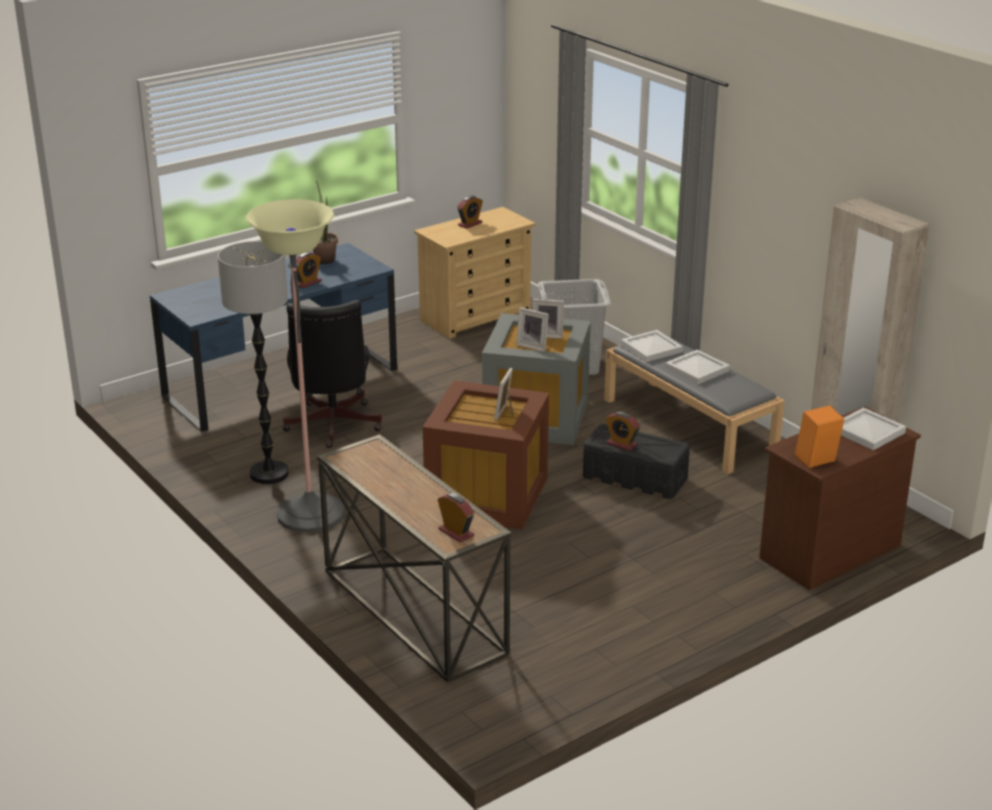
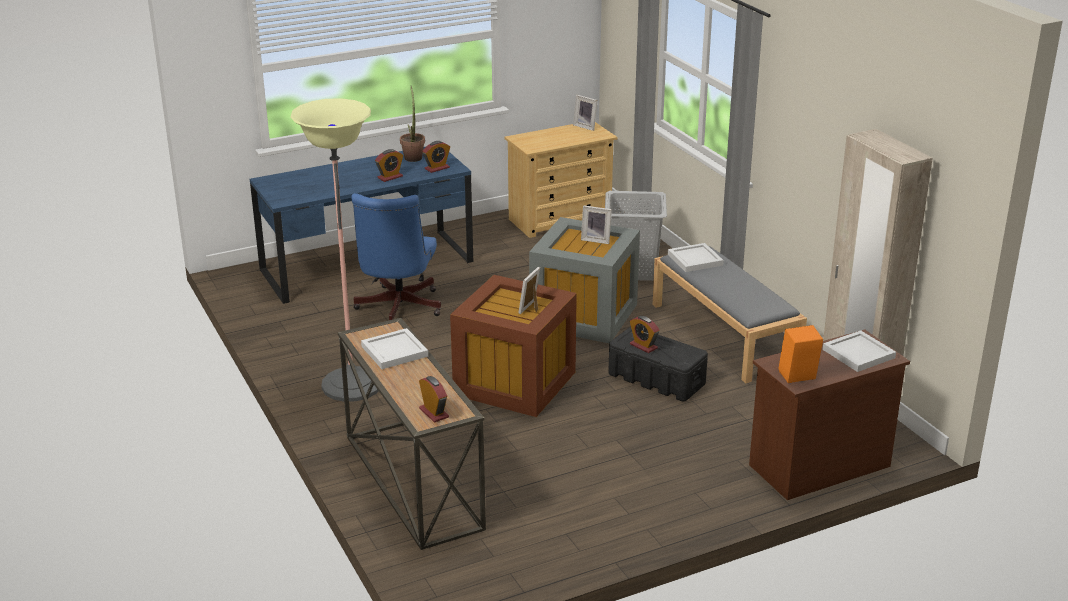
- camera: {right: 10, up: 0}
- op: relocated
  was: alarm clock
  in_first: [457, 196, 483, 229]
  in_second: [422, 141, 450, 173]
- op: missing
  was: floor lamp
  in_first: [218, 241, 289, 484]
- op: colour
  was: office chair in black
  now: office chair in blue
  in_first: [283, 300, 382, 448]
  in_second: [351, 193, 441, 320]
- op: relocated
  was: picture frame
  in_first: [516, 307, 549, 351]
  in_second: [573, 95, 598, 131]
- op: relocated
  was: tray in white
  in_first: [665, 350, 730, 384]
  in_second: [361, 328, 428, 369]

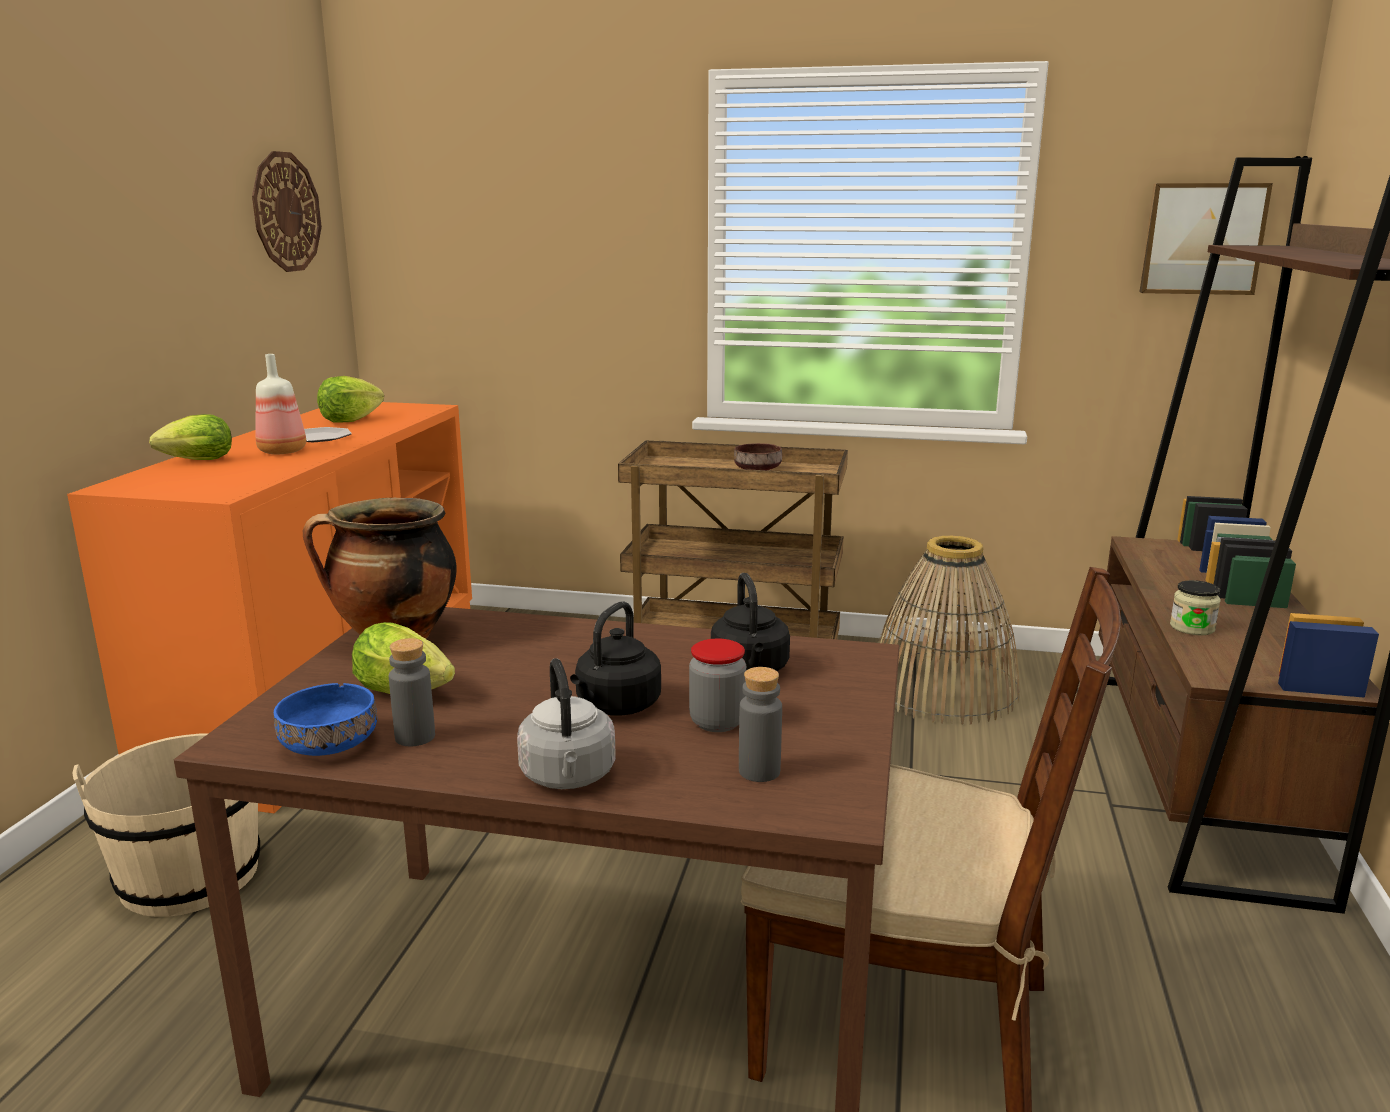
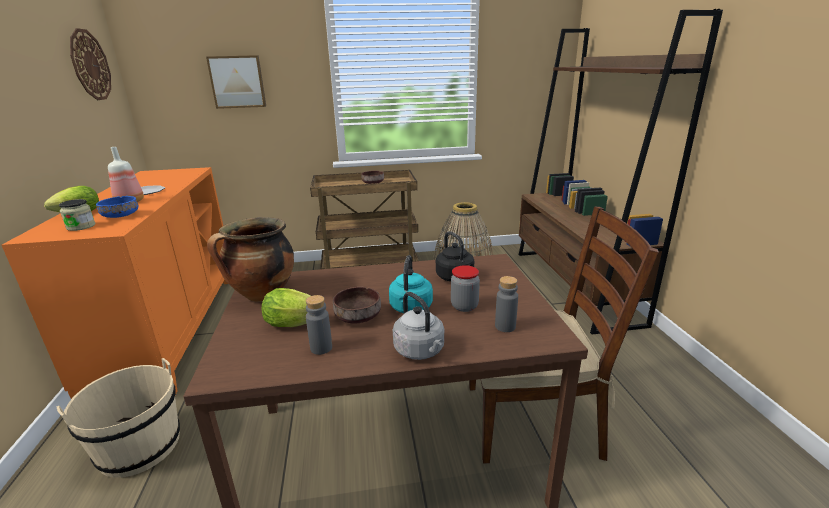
- camera: {right: -20, up: 5}
- op: relocated
  was: picture
  in_first: [1139, 183, 1273, 295]
  in_second: [206, 55, 266, 109]
- op: missing
  was: lettuce
  in_first: [317, 376, 384, 423]
- op: relocated
  was: jar
  in_first: [1170, 580, 1221, 635]
  in_second: [59, 199, 95, 231]
- op: colour
  was: kettle in black
  now: kettle in turquoise
  in_first: [570, 601, 661, 716]
  in_second: [389, 255, 433, 313]
- op: relocated
  was: bowl in blue
  in_first: [274, 683, 377, 756]
  in_second: [96, 196, 138, 218]
- op: appeared
  now: bowl in brown
  in_second: [333, 287, 381, 323]

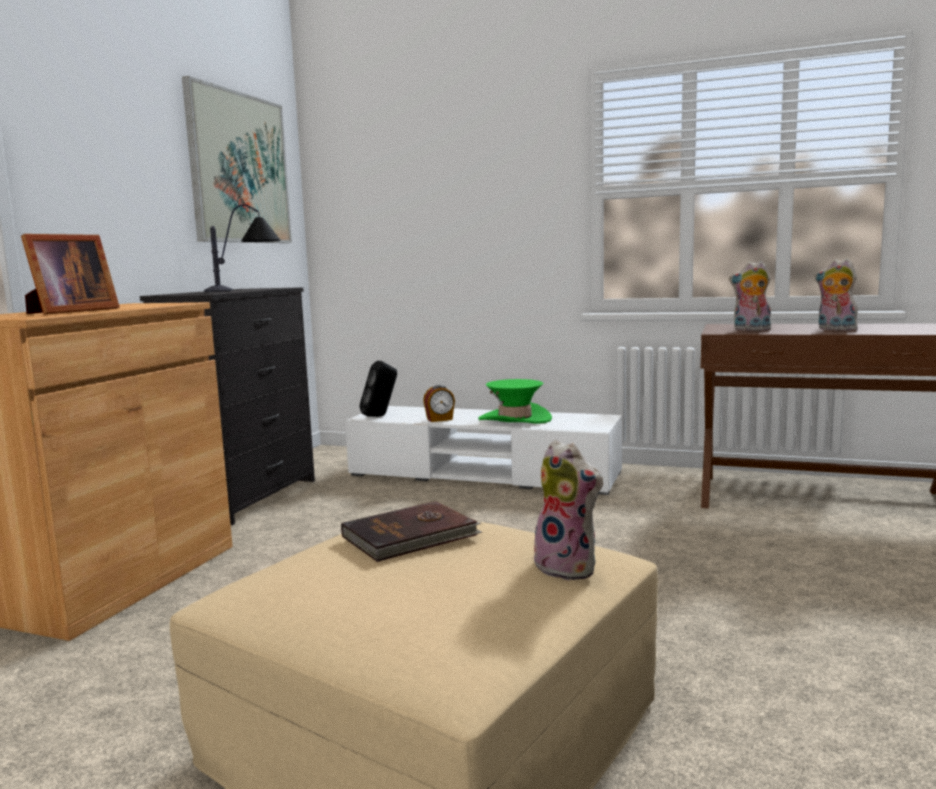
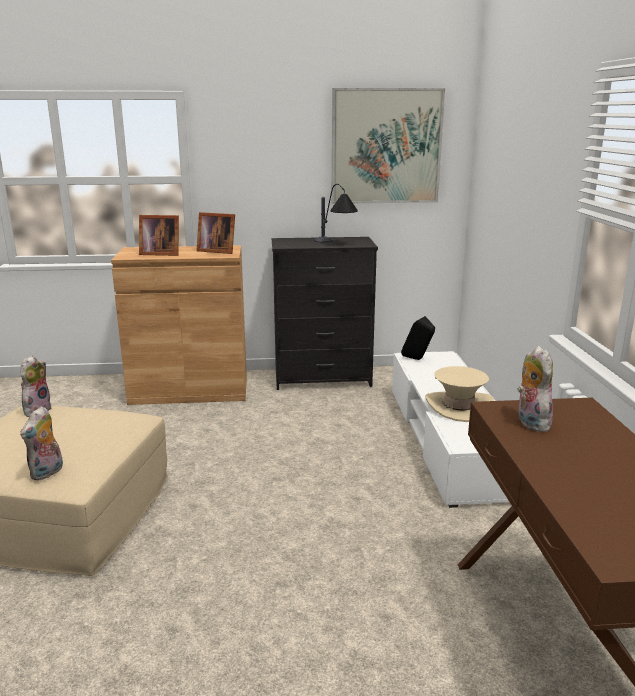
- camera: {right: 65, up: 10}
- op: relocated
  was: plush toy
  in_first: [815, 258, 860, 331]
  in_second: [20, 355, 52, 417]
- op: colour
  was: hat in green
  now: hat in beige
  in_first: [479, 379, 552, 424]
  in_second: [425, 366, 494, 422]
- op: missing
  was: alarm clock
  in_first: [423, 385, 455, 422]
- op: missing
  was: book in brown
  in_first: [341, 501, 482, 562]
- op: appeared
  now: picture frame
  in_second: [196, 212, 235, 254]

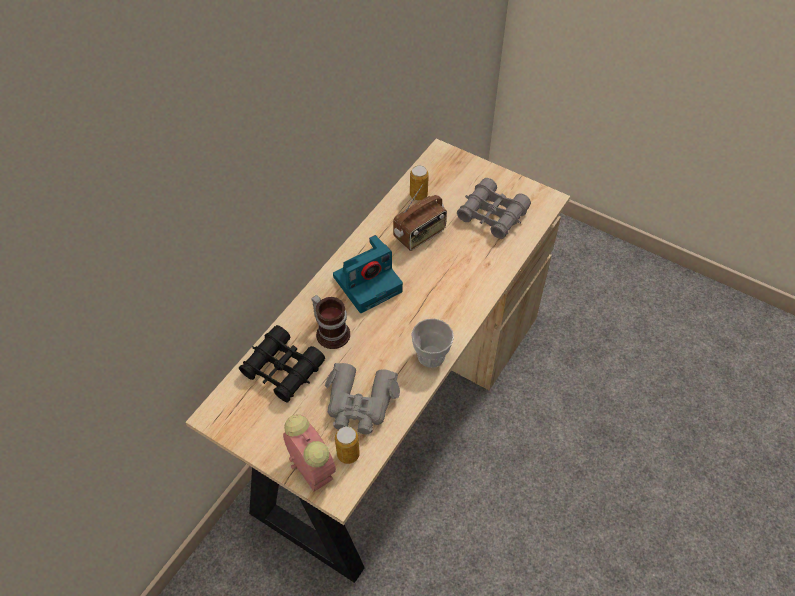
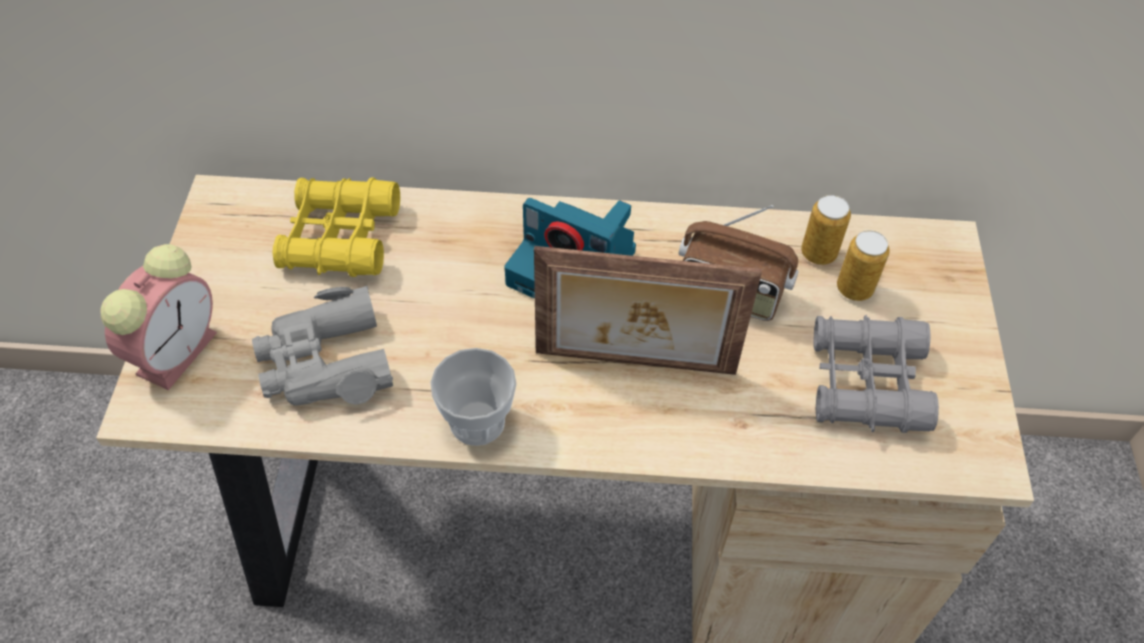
- camera: {right: 60, up: 0}
- op: missing
  was: mug
  in_first: [311, 295, 350, 349]
- op: colour
  was: binoculars in black
  now: binoculars in yellow
  in_first: [239, 325, 325, 402]
  in_second: [273, 177, 400, 277]
- op: relocated
  was: can
  in_first: [335, 426, 360, 464]
  in_second: [837, 230, 890, 301]
- op: appeared
  now: picture frame
  in_second: [534, 246, 762, 375]

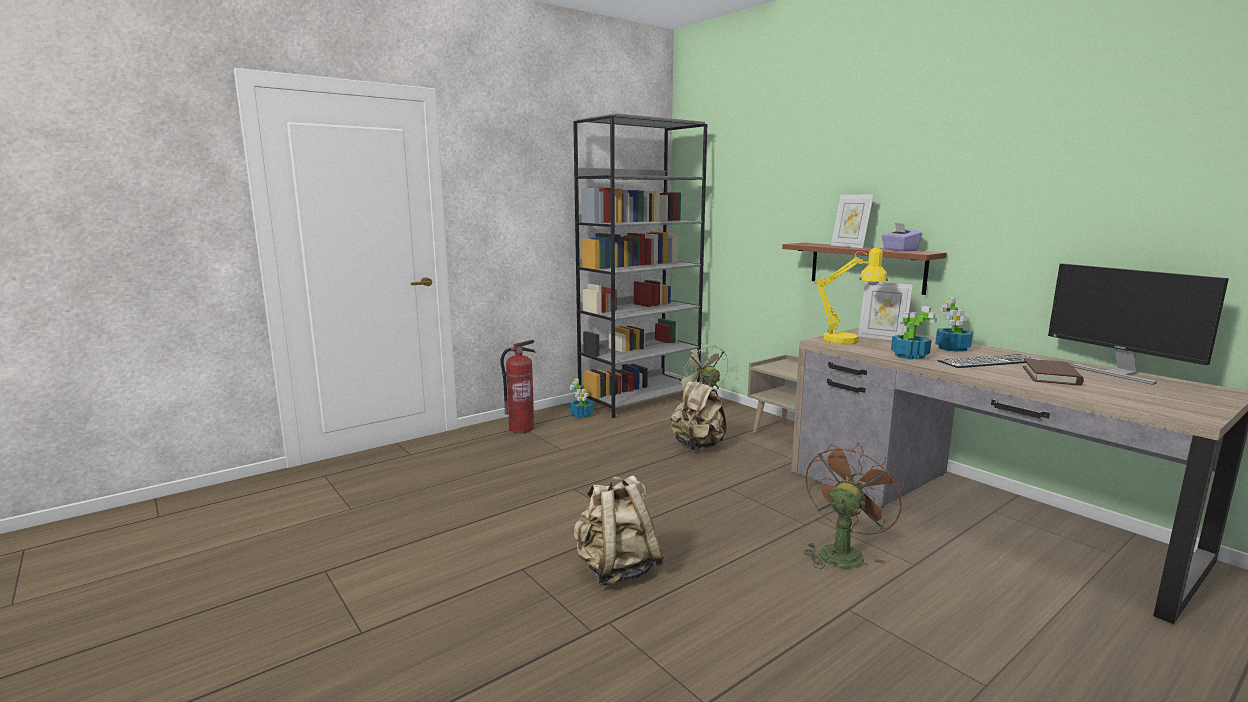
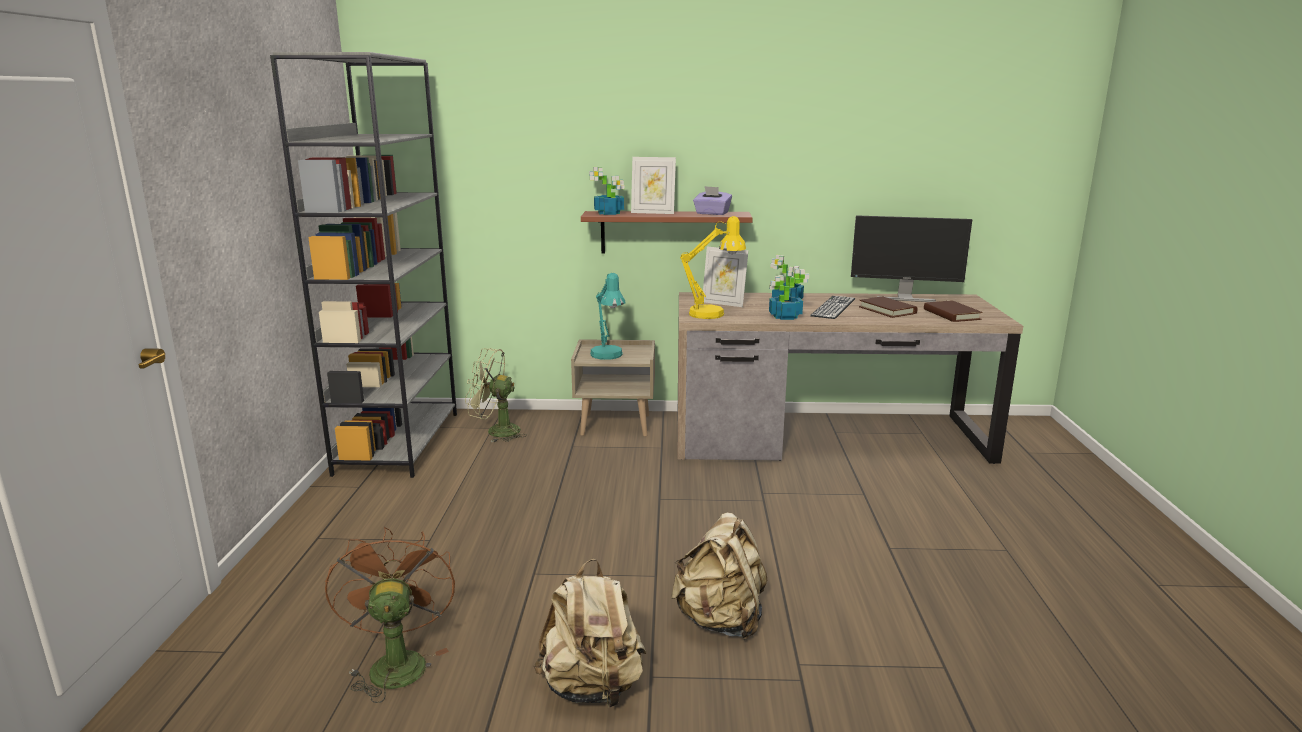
- camera: {right: -50, up: 5}
- op: spun
  was: picture frame
  in_first: [858, 281, 913, 340]
  in_second: [702, 246, 748, 307]
  clockwise: 45
- op: missing
  was: fire extinguisher
  in_first: [500, 340, 536, 433]
- op: relocated
  was: backpack in beige
  in_first: [671, 376, 727, 450]
  in_second: [533, 559, 647, 709]
- op: relocated
  was: potted plant
  in_first: [570, 378, 593, 418]
  in_second: [589, 167, 624, 215]
- op: relocated
  was: fan in brown
  in_first: [804, 443, 904, 569]
  in_second: [325, 527, 455, 703]
- op: appeared
  now: table lamp in turquoise
  in_second: [590, 273, 626, 360]
- op: appeared
  now: book in brown
  in_second: [924, 301, 982, 322]

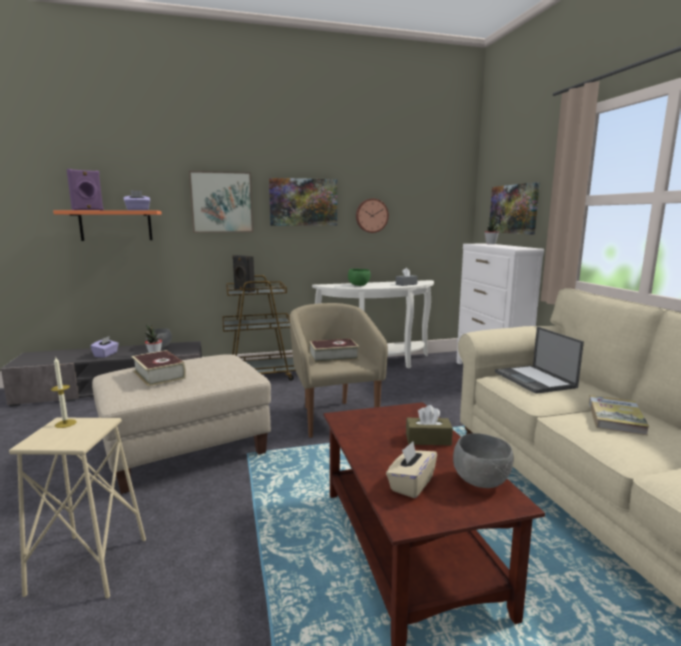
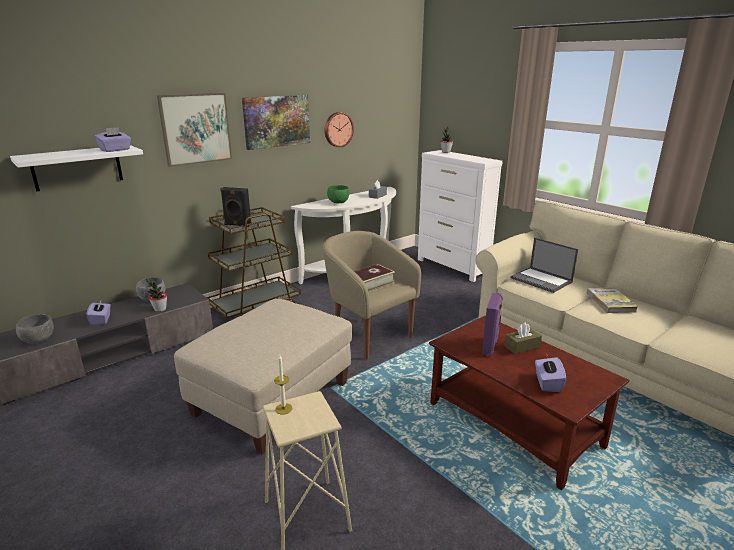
- camera: {right: -25, up: 10}
- op: relocated
  was: speaker in purple
  in_first: [67, 169, 104, 210]
  in_second: [482, 293, 503, 357]
- op: missing
  was: picture
  in_first: [489, 182, 540, 235]
- op: colour
  was: shelf in orange
  now: shelf in white
  in_first: [53, 210, 162, 241]
  in_second: [10, 145, 143, 192]
- op: missing
  was: book
  in_first: [132, 350, 186, 387]
- op: relocated
  was: bowl in grey
  in_first: [453, 433, 514, 488]
  in_second: [16, 314, 53, 343]
- op: colour
  was: tissue box in beige
  now: tissue box in purple
  in_first: [386, 441, 437, 498]
  in_second: [535, 357, 567, 392]

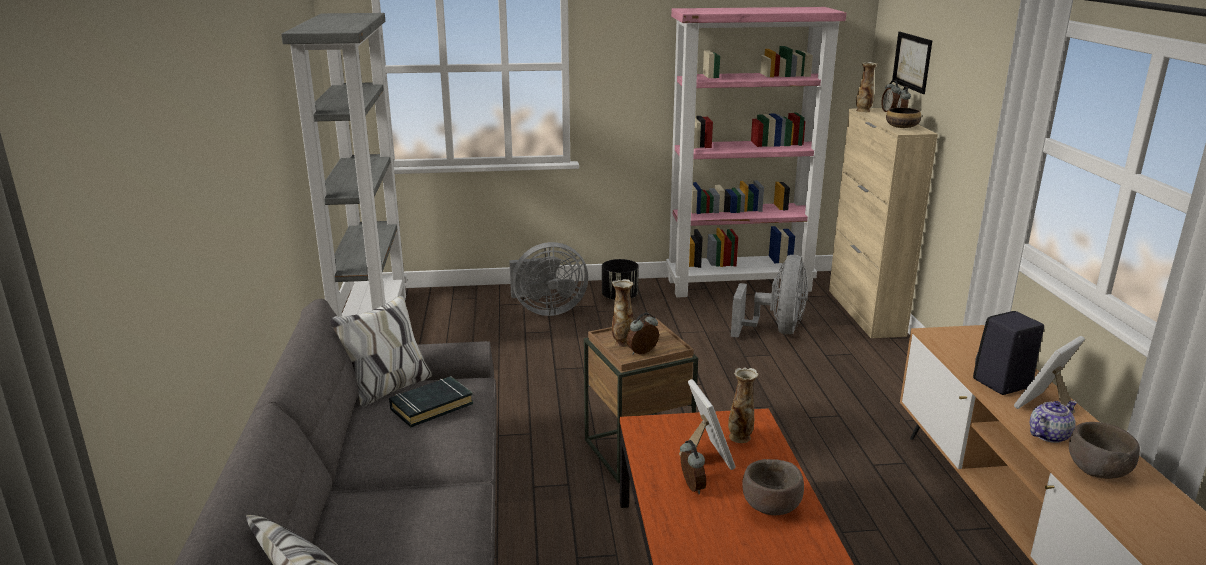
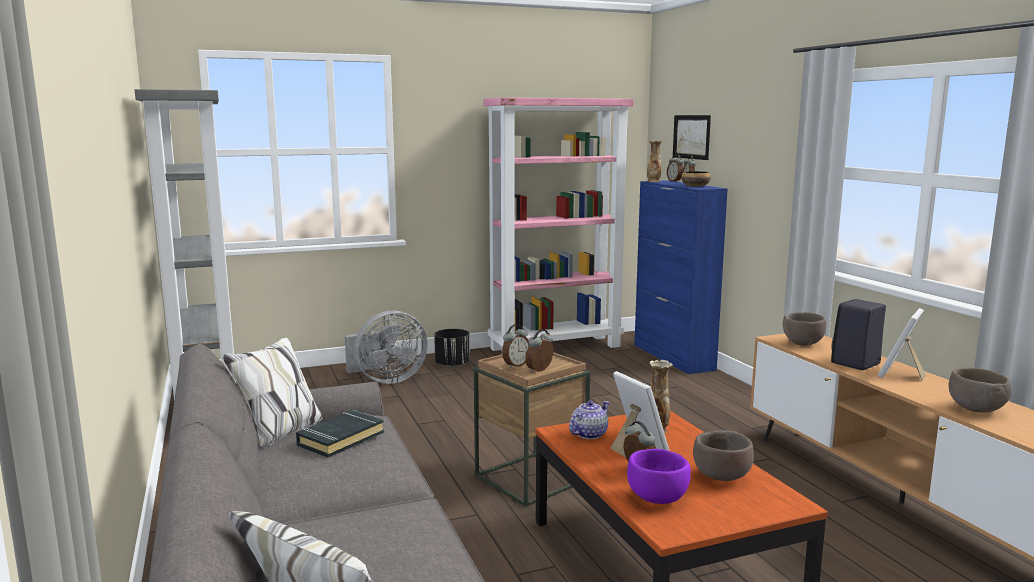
- camera: {right: -15, up: -10}
- op: colour
  was: cabinet in beige
  now: cabinet in blue
  in_first: [829, 108, 938, 338]
  in_second: [634, 180, 728, 374]
- op: missing
  was: fan in grey
  in_first: [731, 255, 808, 337]
- op: exchanged
  was: vase
  now: alarm clock
  in_first: [612, 279, 634, 347]
  in_second: [502, 324, 529, 368]
- op: relocated
  was: teapot
  in_first: [1030, 401, 1077, 443]
  in_second: [569, 400, 610, 439]
- op: appeared
  now: bowl in brown
  in_second: [783, 312, 826, 345]
- op: appeared
  now: bowl in purple
  in_second: [627, 449, 691, 504]

